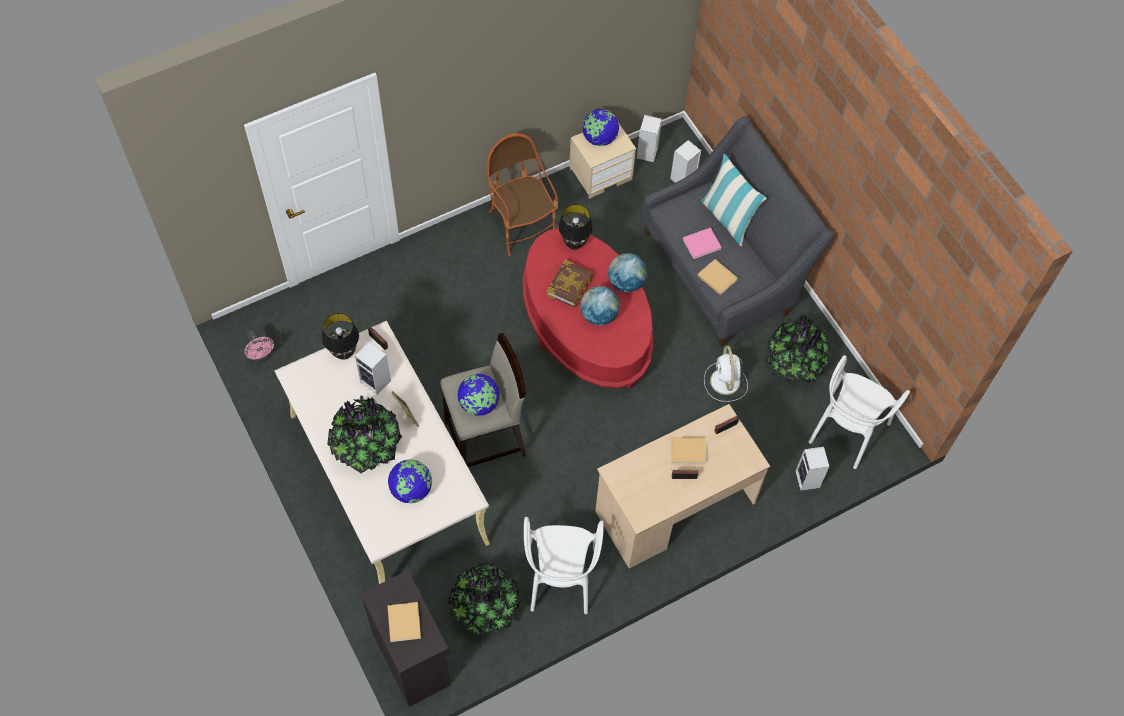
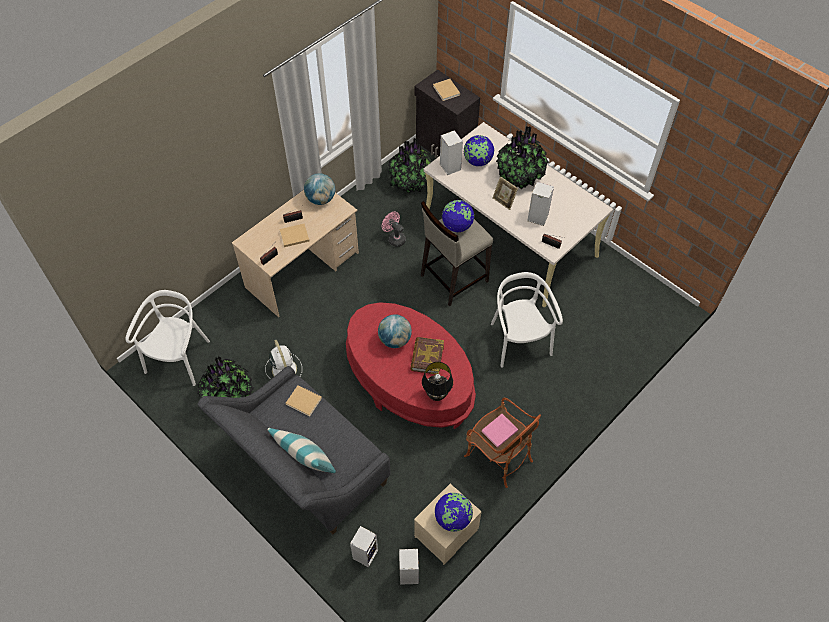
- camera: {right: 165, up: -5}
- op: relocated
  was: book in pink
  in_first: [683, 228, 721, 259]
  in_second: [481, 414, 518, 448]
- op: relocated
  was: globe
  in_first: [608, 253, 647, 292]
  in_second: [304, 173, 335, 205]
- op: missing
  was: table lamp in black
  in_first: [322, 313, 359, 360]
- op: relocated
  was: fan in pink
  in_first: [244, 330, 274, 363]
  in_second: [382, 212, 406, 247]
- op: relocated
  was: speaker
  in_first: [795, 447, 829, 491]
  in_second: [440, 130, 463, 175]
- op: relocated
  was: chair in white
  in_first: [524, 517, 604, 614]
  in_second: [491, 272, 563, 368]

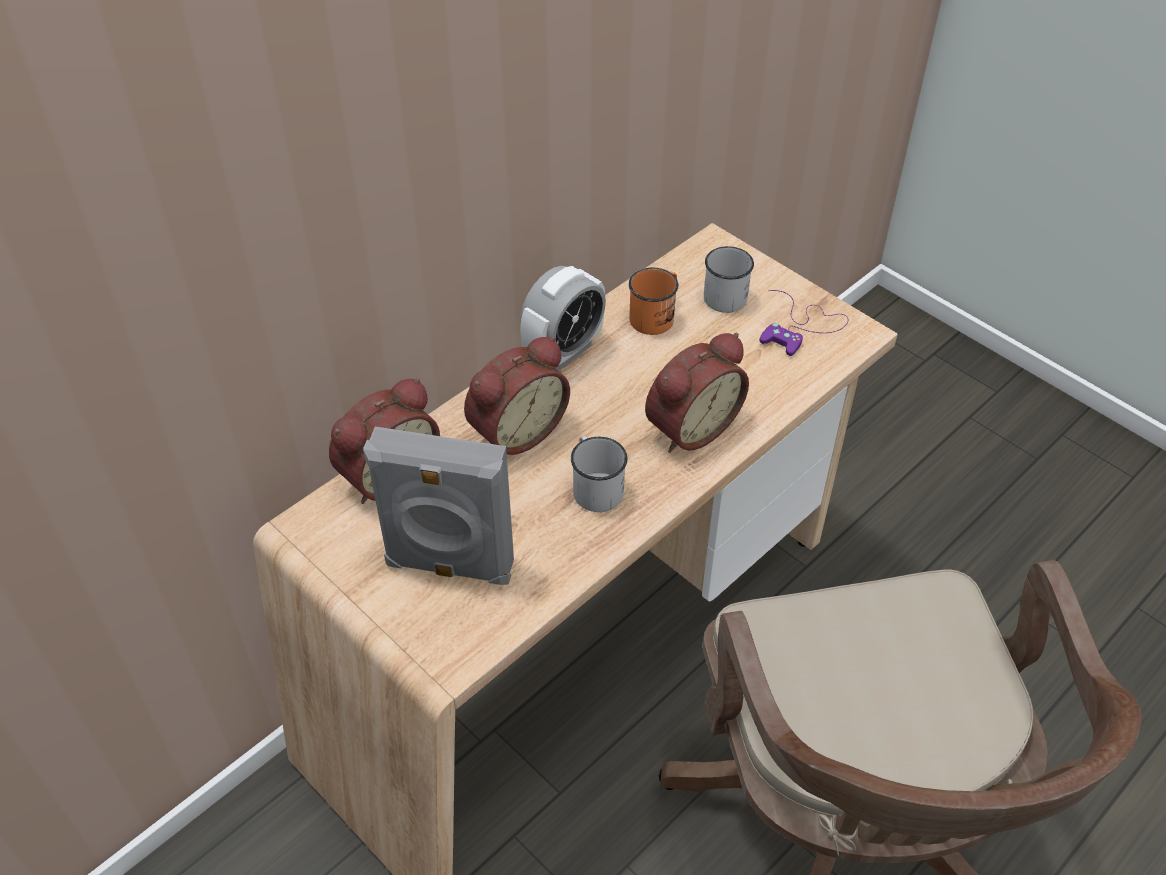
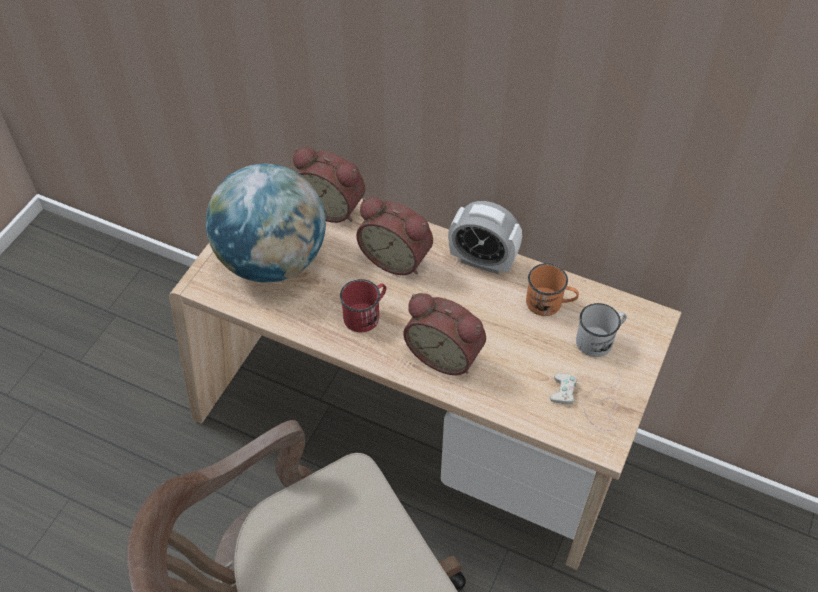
- camera: {right: 70, up: 5}
- op: colour
  was: game controller in purple
  now: game controller in white
  in_first: [759, 290, 848, 356]
  in_second: [550, 367, 620, 431]
- op: exchanged
  was: speaker in grey
  now: globe
  in_first: [363, 427, 514, 585]
  in_second: [205, 163, 326, 283]
- op: colour
  was: mug in white
  now: mug in red
  in_first: [571, 436, 627, 512]
  in_second: [340, 279, 386, 332]

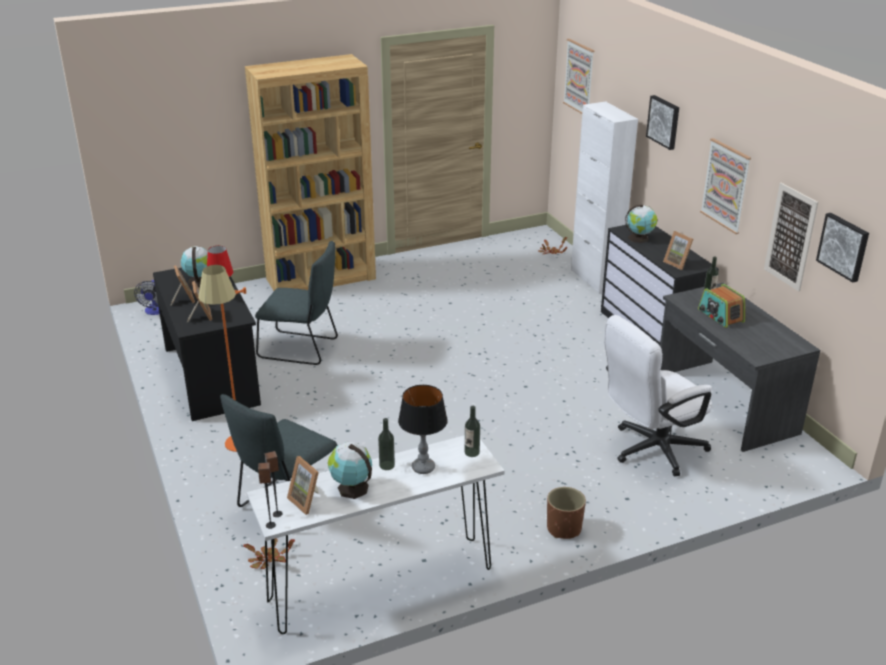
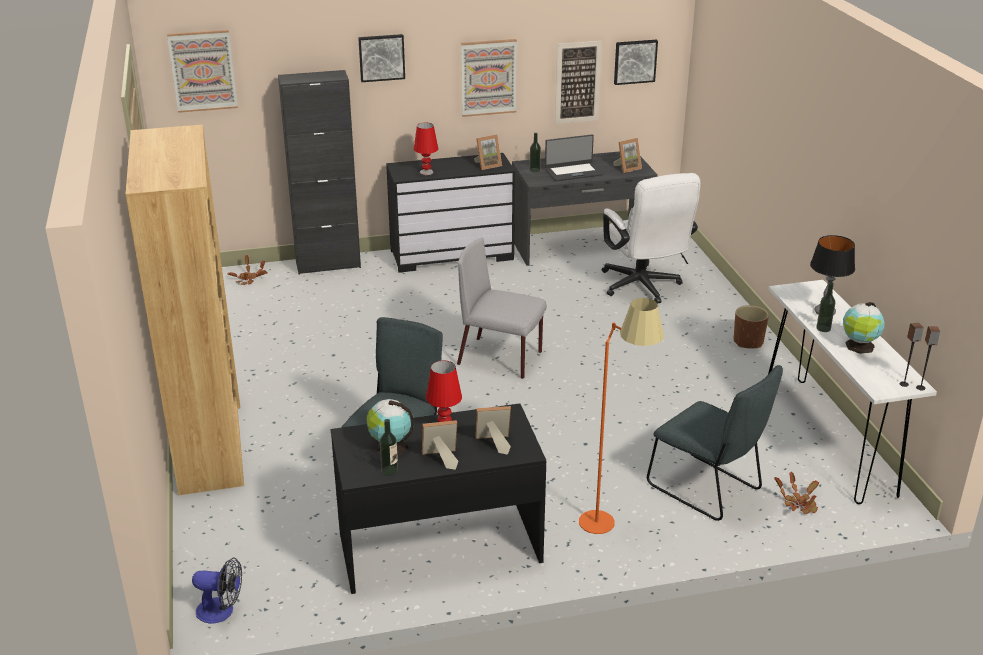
- camera: {right: -80, up: 0}
- op: colour
  was: cabinet in white
  now: cabinet in black
  in_first: [571, 102, 638, 294]
  in_second: [278, 70, 361, 275]
- op: exchanged
  was: globe
  now: table lamp in red
  in_first: [625, 205, 657, 243]
  in_second: [414, 123, 438, 175]
- op: exchanged
  was: radio
  now: laptop
  in_first: [698, 284, 745, 328]
  in_second: [545, 134, 603, 181]
- op: relocated
  was: bottle
  in_first: [465, 406, 480, 457]
  in_second: [380, 419, 398, 476]
- op: relocated
  was: picture frame
  in_first: [287, 456, 319, 515]
  in_second: [613, 138, 642, 173]
- op: appeared
  now: chair in grey
  in_second: [457, 237, 547, 379]

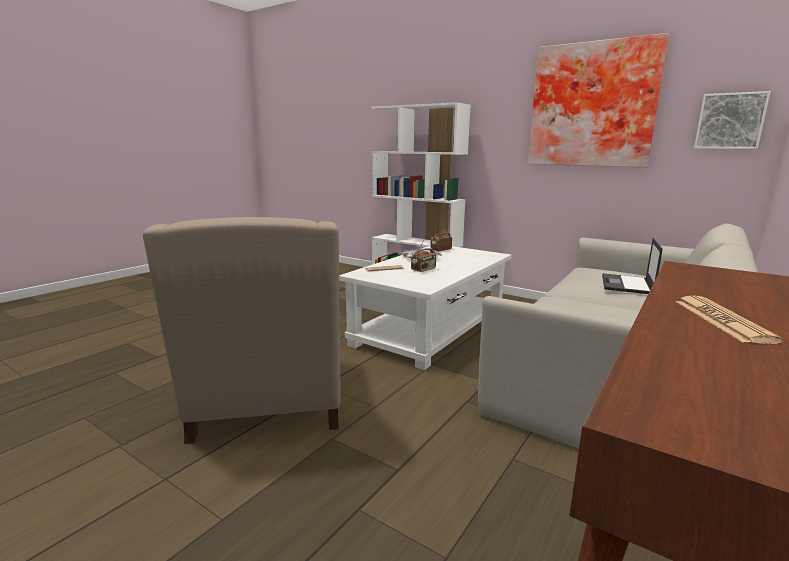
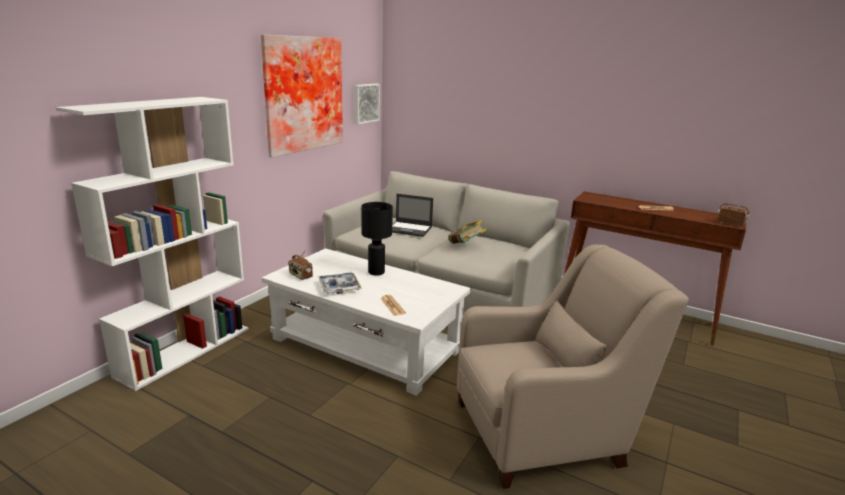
- camera: {right: -95, up: 5}
- op: relocated
  was: radio
  in_first: [411, 240, 436, 272]
  in_second: [718, 197, 749, 226]
- op: appeared
  now: table lamp in black
  in_second: [361, 202, 393, 276]
- op: appeared
  now: book
  in_second: [448, 220, 487, 244]

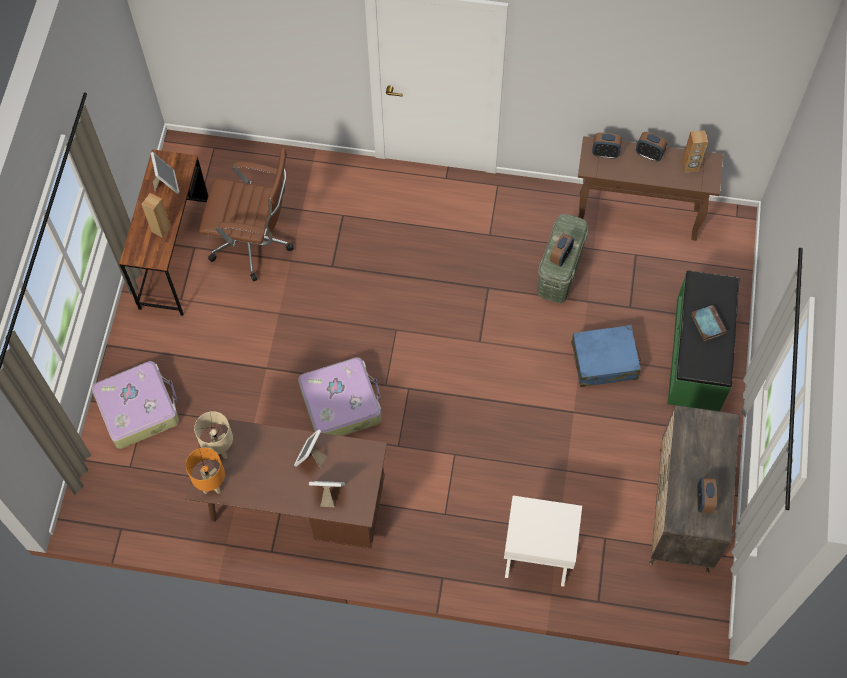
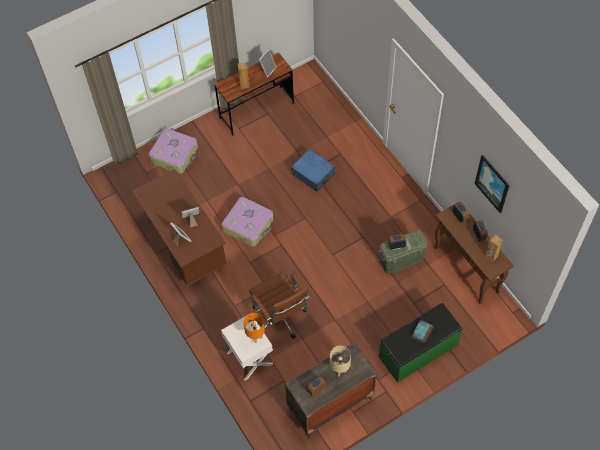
- camera: {right: 50, up: -5}
- op: relocated
  was: office chair in brown
  in_first: [199, 148, 294, 282]
  in_second: [249, 272, 309, 339]
- op: relocated
  was: suitcase in blue
  in_first: [571, 325, 641, 387]
  in_second: [291, 149, 335, 192]
- op: relocated
  was: table lamp in beige
  in_first: [194, 411, 233, 459]
  in_second: [330, 346, 351, 377]
- op: relocated
  was: table lamp in orange
  in_first: [186, 448, 225, 494]
  in_second: [243, 313, 265, 343]
- op: appeared
  now: picture
  in_second: [475, 155, 510, 213]

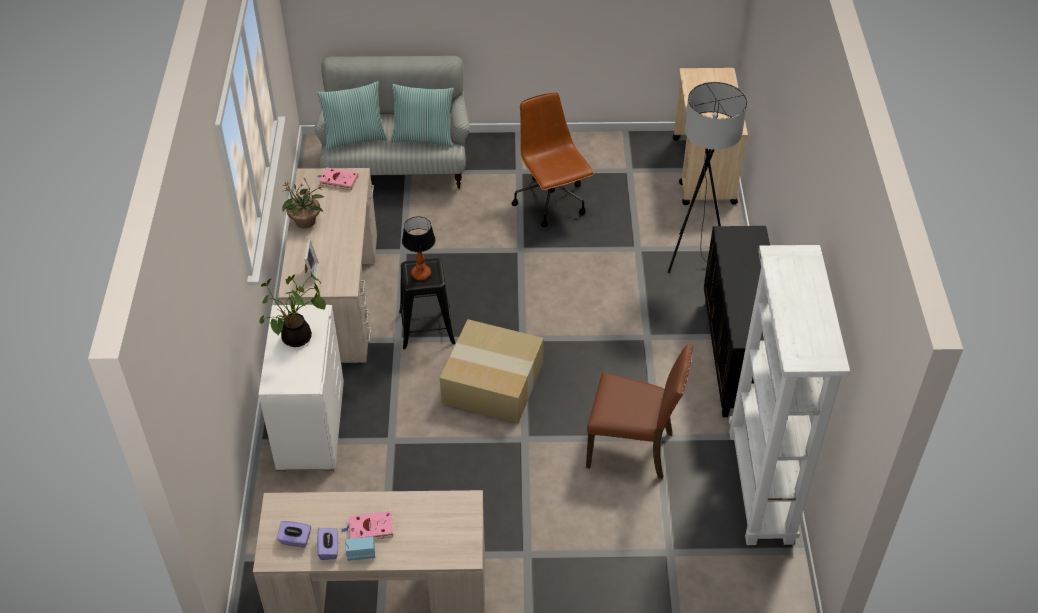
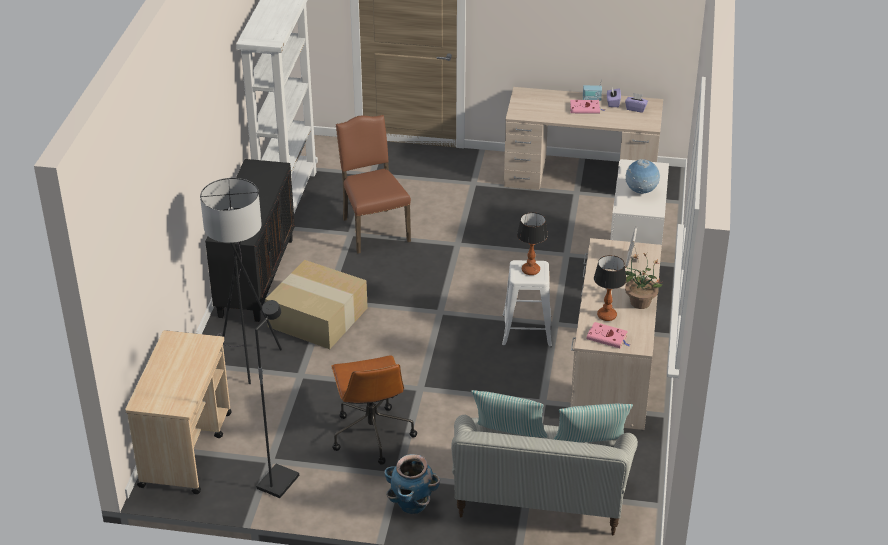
- camera: {right: -170, up: -10}
- op: colour
  was: stool in black
  now: stool in white
  in_first: [399, 258, 455, 350]
  in_second: [502, 260, 552, 347]
- op: exchanged
  was: potted plant
  now: globe
  in_first: [260, 271, 326, 347]
  in_second: [625, 159, 660, 194]
- op: relocated
  was: cardboard box
  in_first: [440, 319, 544, 423]
  in_second: [265, 260, 368, 349]
- op: spun
  was: chair in brown
  in_first: [586, 344, 693, 479]
  in_second: [336, 115, 411, 253]
  clockwise: 45
- op: appeared
  now: table lamp
  in_second: [594, 255, 627, 321]
- op: appeared
  now: floor lamp in black
  in_second: [255, 300, 299, 498]
- op: appeared
  now: planter
  in_second: [384, 454, 440, 514]

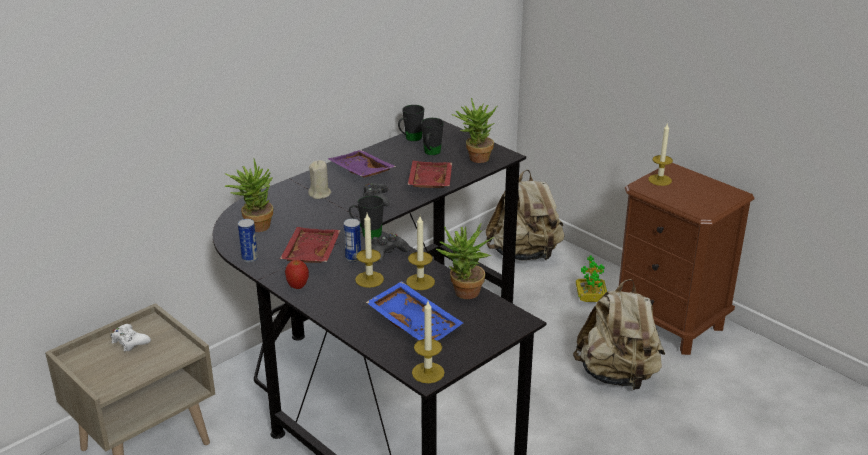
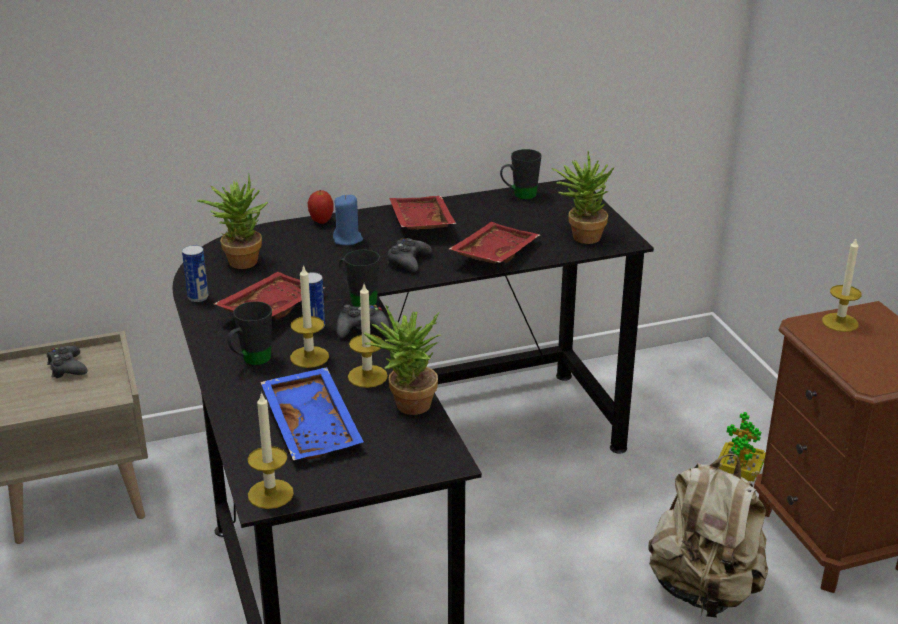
- camera: {right: 25, up: 0}
- op: relocated
  was: mug in black
  in_first: [421, 118, 444, 155]
  in_second: [227, 301, 272, 365]
- op: colour
  was: tray in purple
  now: tray in red
  in_first: [328, 150, 396, 178]
  in_second: [389, 196, 456, 230]
- op: colour
  was: candle in beige
  now: candle in blue
  in_first: [308, 160, 331, 199]
  in_second: [333, 195, 363, 245]
- op: missing
  was: backpack in beige
  in_first: [486, 170, 565, 261]
- op: relocated
  was: apple
  in_first: [285, 260, 309, 289]
  in_second: [307, 190, 334, 224]
- op: colour
  was: game controller in white
  now: game controller in black
  in_first: [111, 324, 151, 352]
  in_second: [47, 346, 88, 378]

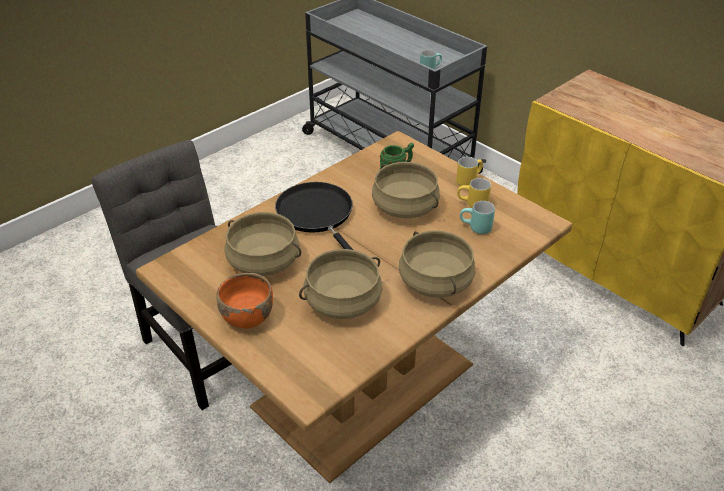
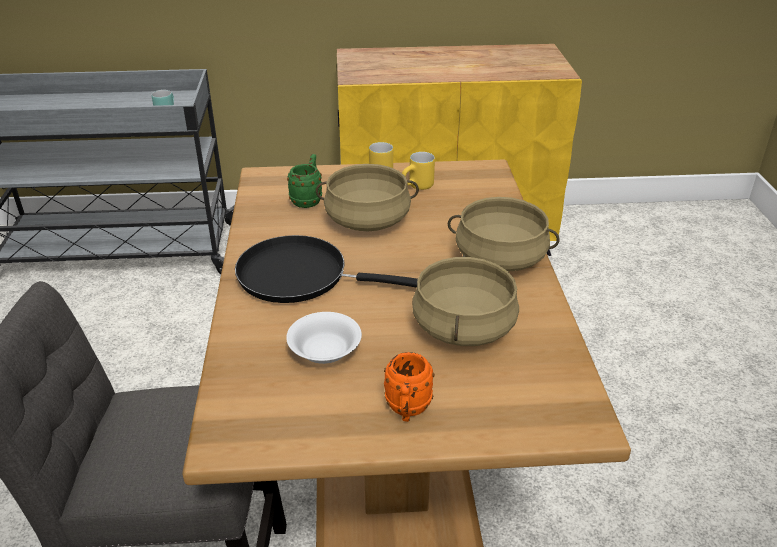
- camera: {right: -50, up: -5}
- op: missing
  was: mug in turquoise
  in_first: [460, 201, 495, 234]
- op: exchanged
  was: cooking pot in beige
  now: bowl in white
  in_first: [224, 212, 301, 276]
  in_second: [286, 312, 362, 364]
- op: exchanged
  was: bowl in orange
  now: mug in orange
  in_first: [216, 273, 273, 329]
  in_second: [384, 352, 435, 422]

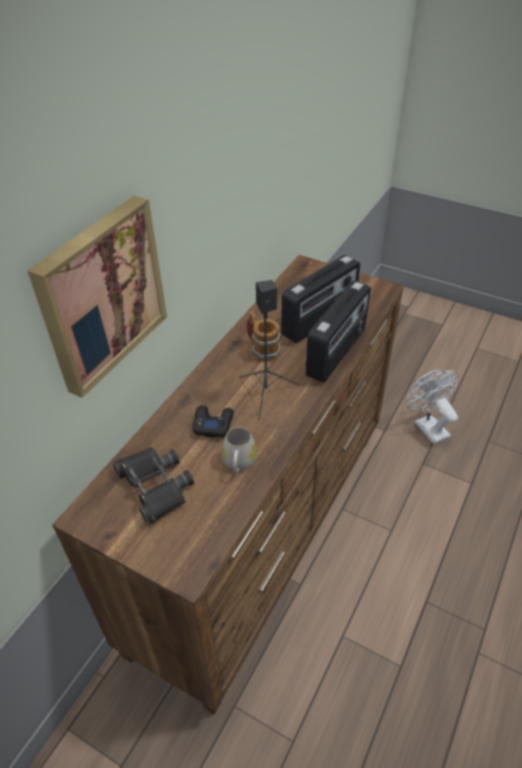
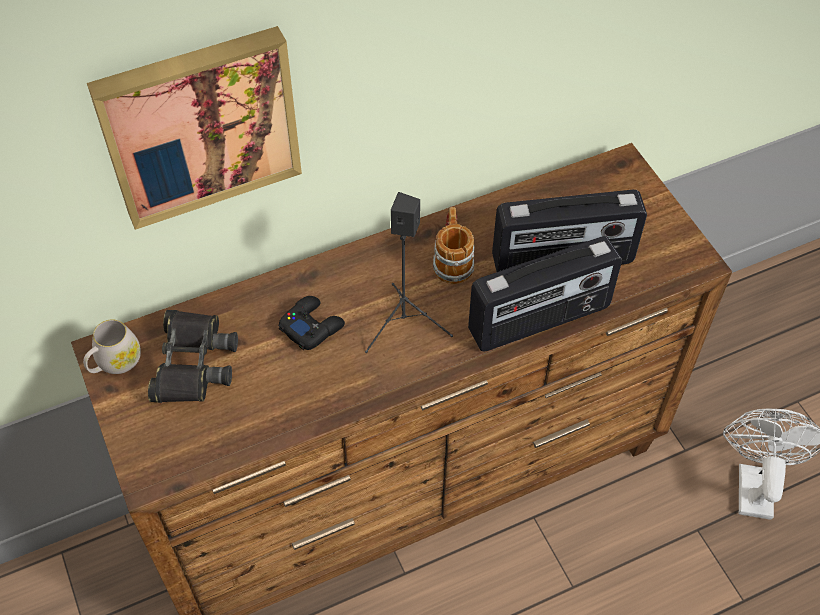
- camera: {right: 35, up: 10}
- op: relocated
  was: mug in white
  in_first: [222, 427, 257, 473]
  in_second: [83, 319, 141, 374]

